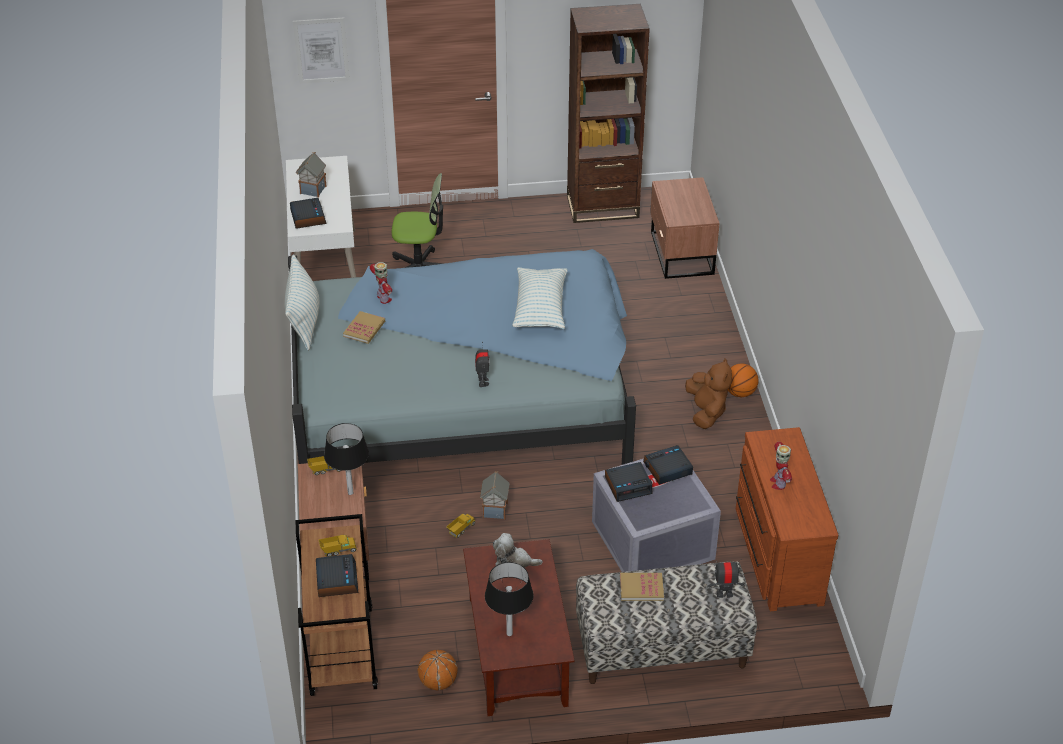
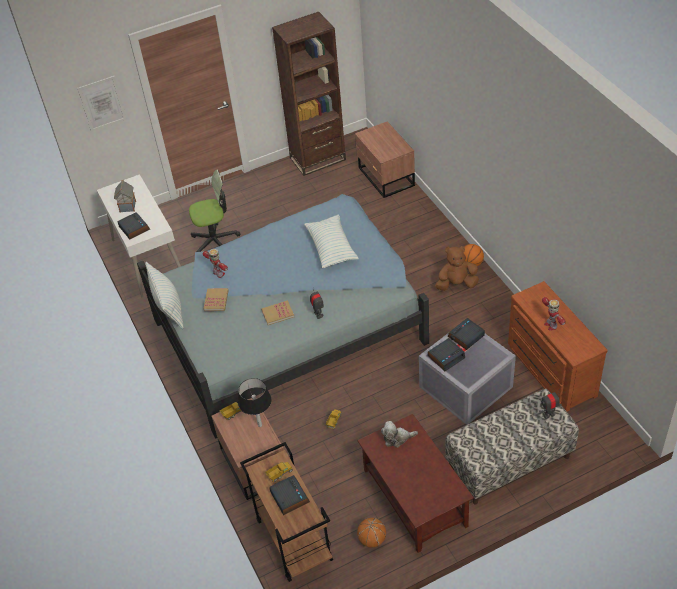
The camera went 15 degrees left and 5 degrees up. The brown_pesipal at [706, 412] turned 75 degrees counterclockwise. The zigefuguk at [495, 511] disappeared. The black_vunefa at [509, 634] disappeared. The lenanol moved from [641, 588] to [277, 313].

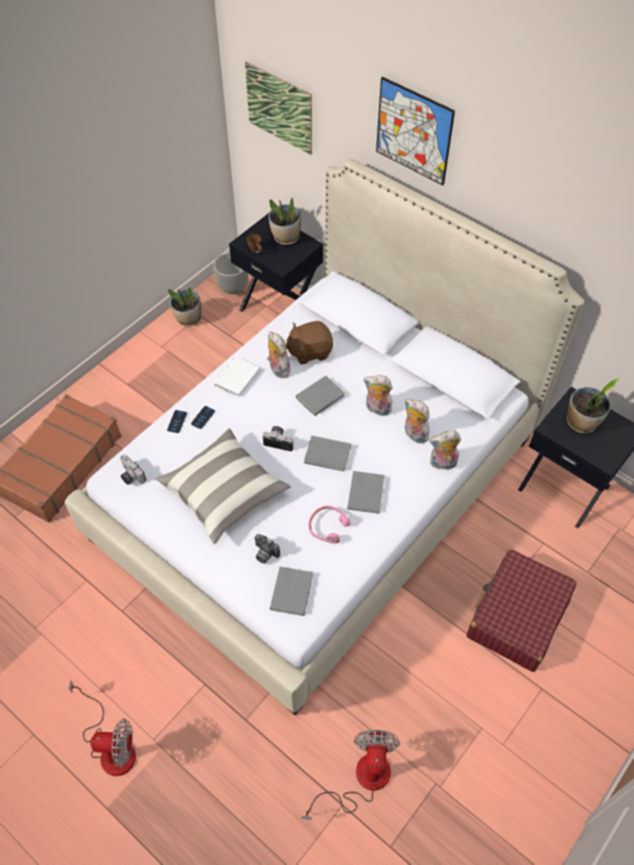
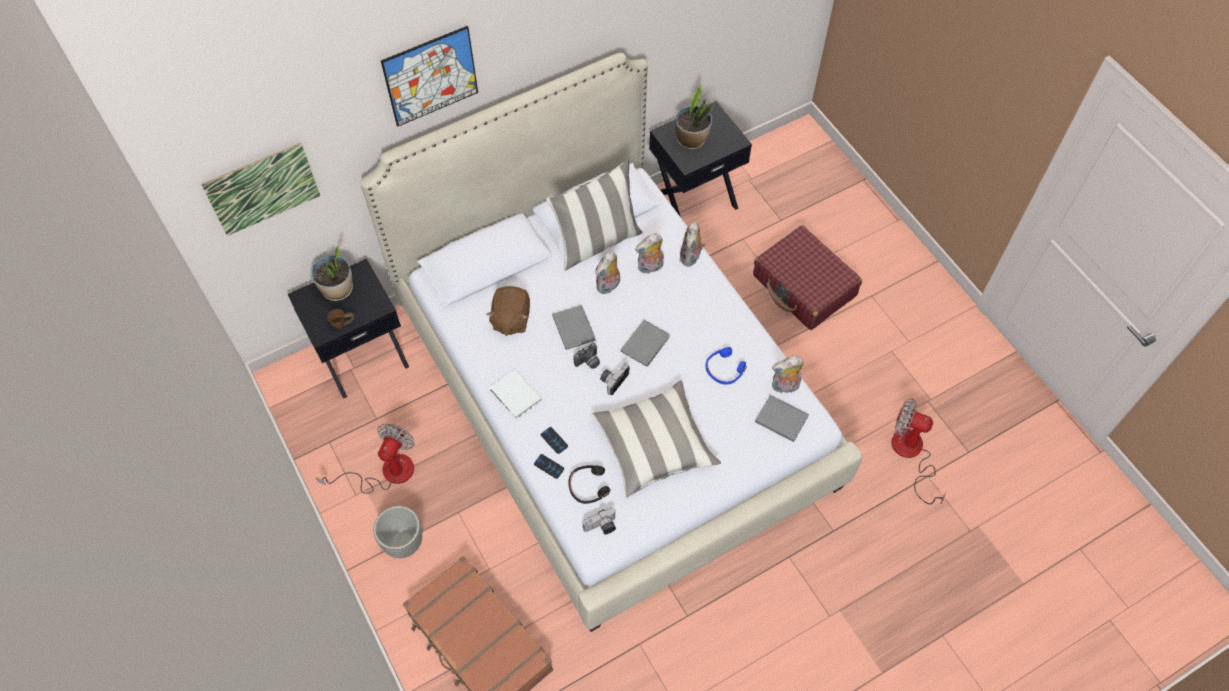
The camera went 70 degrees left and 5 degrees up. The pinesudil moved from [233, 287] to [403, 542]. The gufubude at [188, 319] disappeared. The pesipal moved from [277, 369] to [784, 387]. The grey_lenanol at [366, 492] disappeared. The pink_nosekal at [328, 527] became the blue_nosekal at [724, 369]. The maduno moved from [264, 554] to [588, 362]. The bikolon moved from [111, 746] to [386, 472]. The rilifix at [596, 241] appeared. The black_nosekal at [588, 486] appeared.

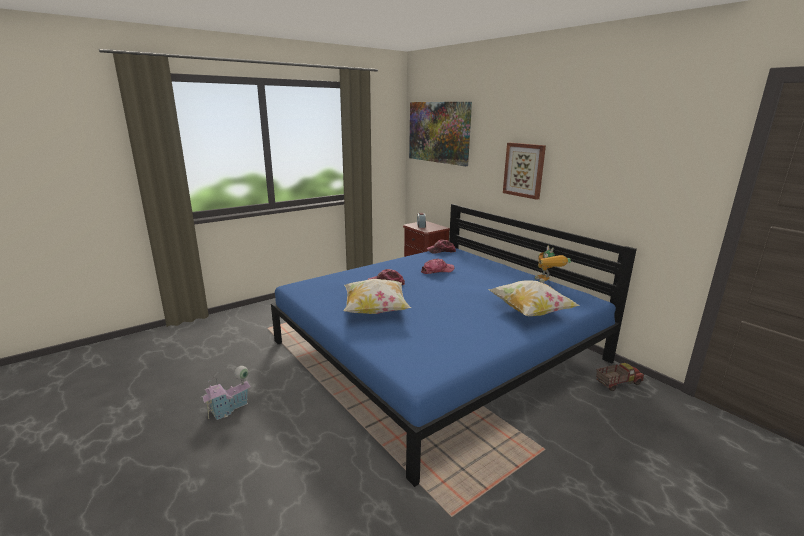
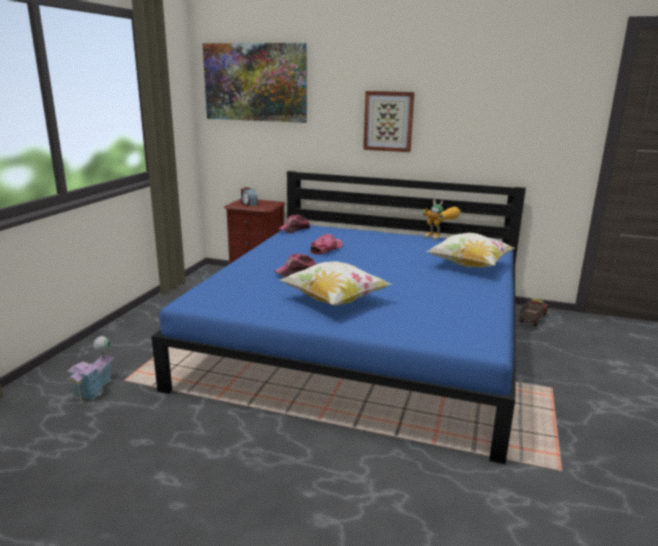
The camera went 35 degrees left and 0 degrees up. The zigefuguk moved from [229, 409] to [95, 388].

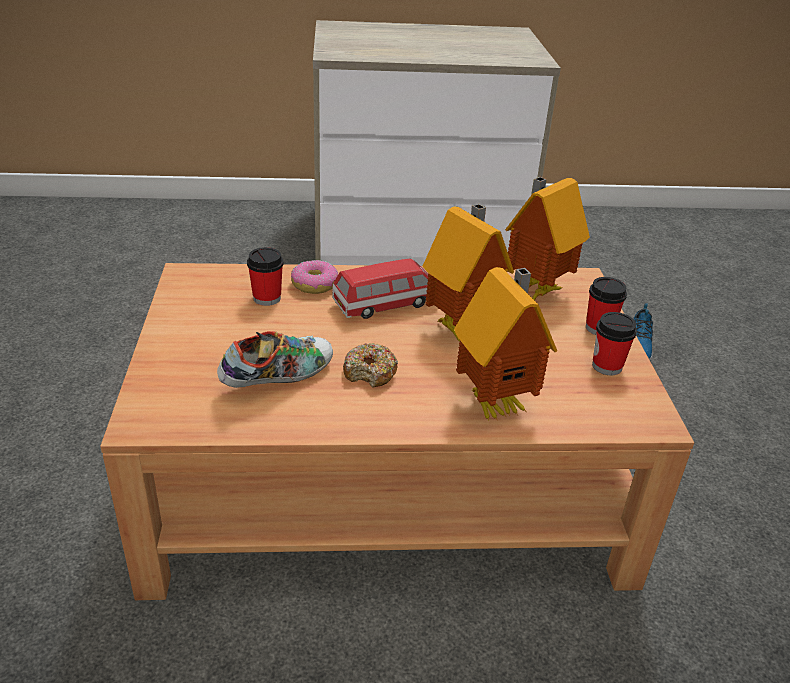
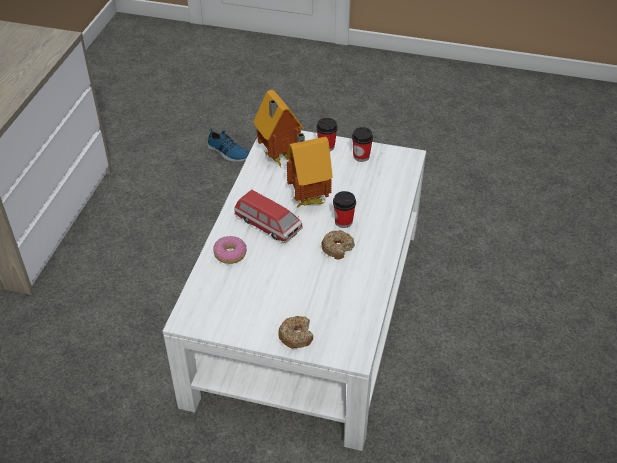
The camera went 70 degrees left and 10 degrees up. The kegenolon moved from [267, 298] to [343, 221]. The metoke at [387, 304] turned 135 degrees clockwise. The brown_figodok at [389, 483] became the white_figodok at [308, 309]. The zigefuguk at [497, 404] disappeared. The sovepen at [278, 378] disappeared. The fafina at [296, 336] appeared.

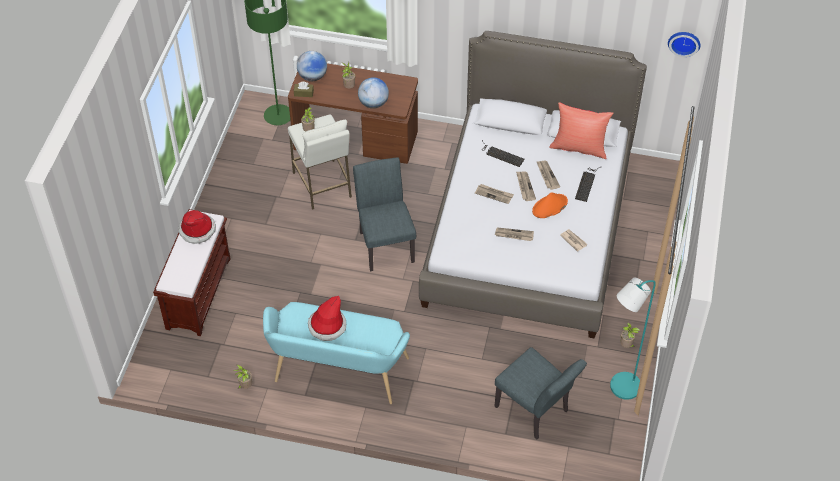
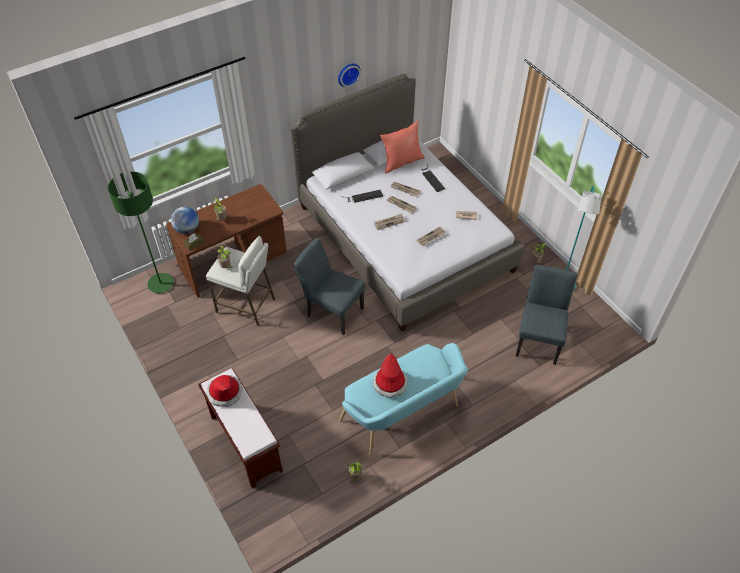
The camera went 45 degrees left and 0 degrees up. The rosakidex moved from [684, 42] to [348, 74]. The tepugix at [373, 103] disappeared. The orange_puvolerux at [549, 206] disappeared. The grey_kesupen at [535, 412] turned 75 degrees counterclockwise.

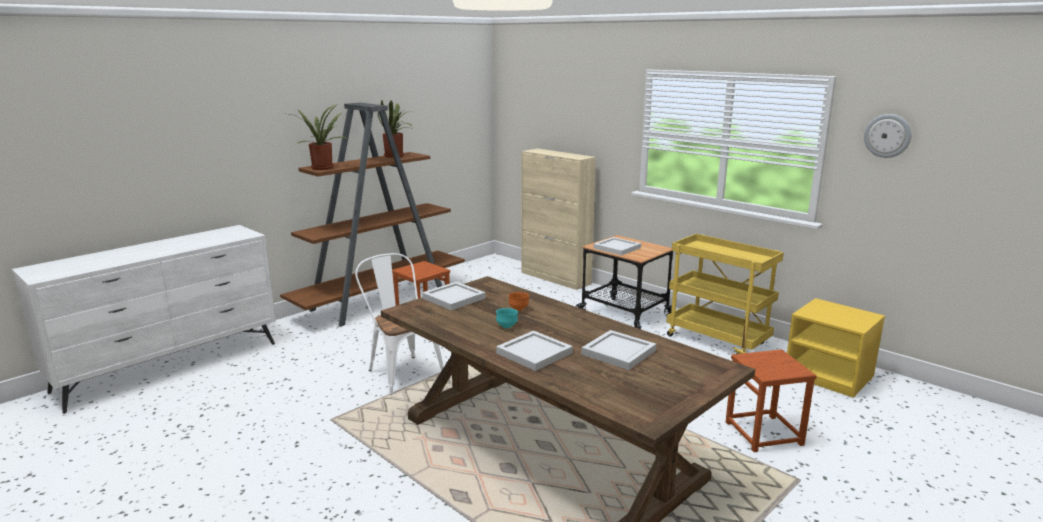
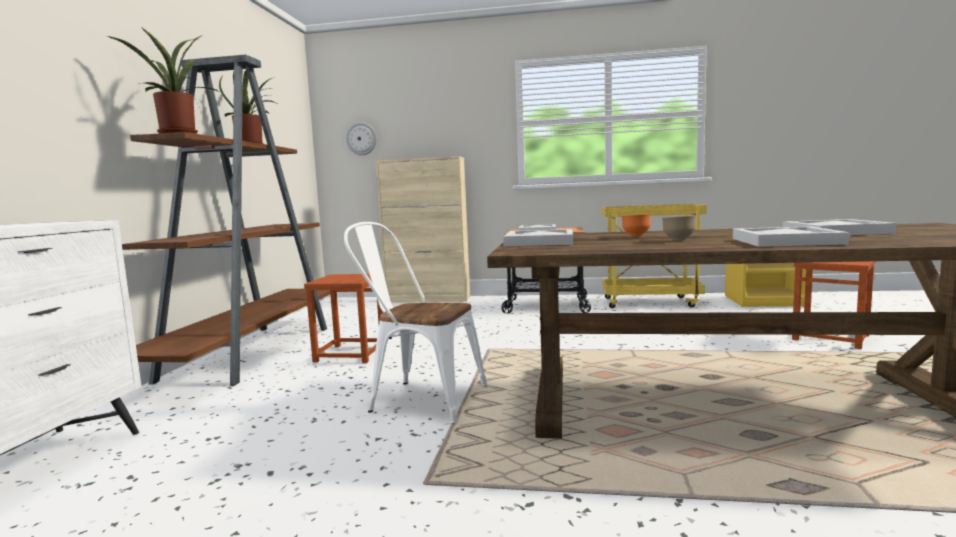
The camera went 35 degrees left and 10 degrees down. The rosakidex moved from [887, 135] to [361, 139]. The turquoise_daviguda at [507, 326] became the brown_daviguda at [678, 240].

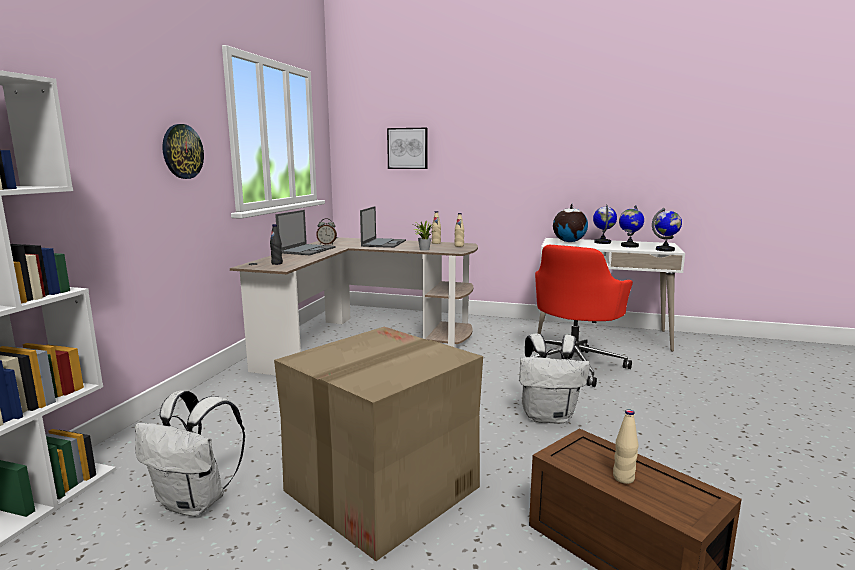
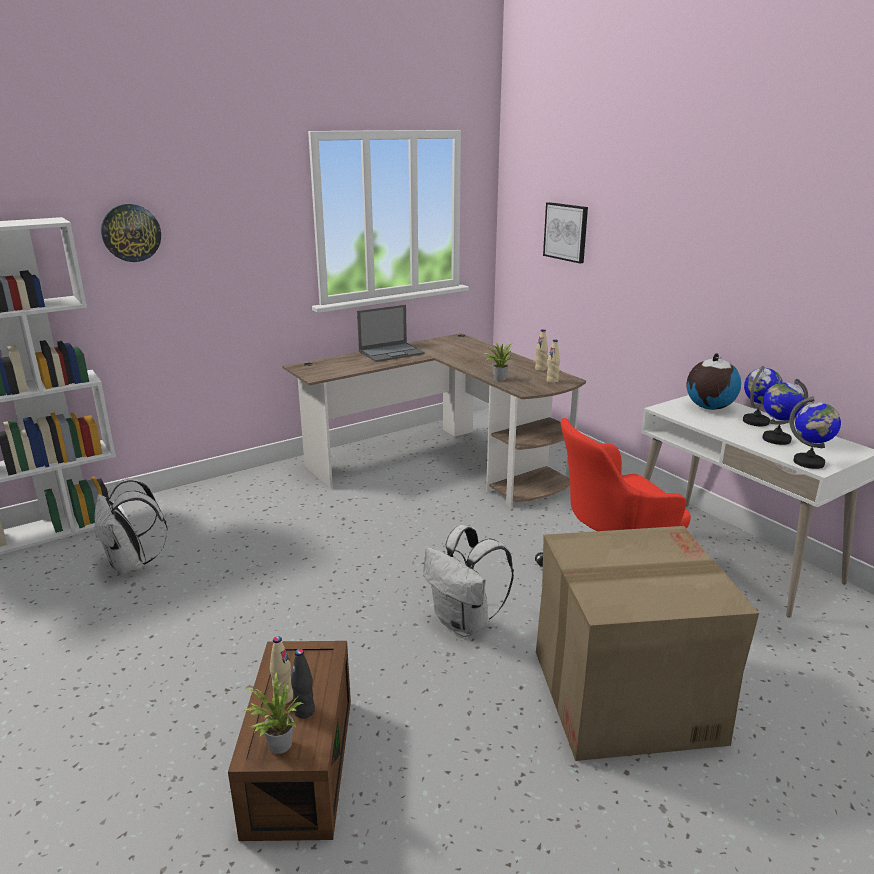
The camera went 40 degrees right and 10 degrees up. The rosakidex moved from [182, 151] to [131, 233]. The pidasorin at [384, 243] disappeared. The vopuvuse at [327, 244] disappeared. The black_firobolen moved from [277, 263] to [304, 711]. The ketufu moved from [381, 489] to [623, 695]. The gufubude at [277, 745] appeared.

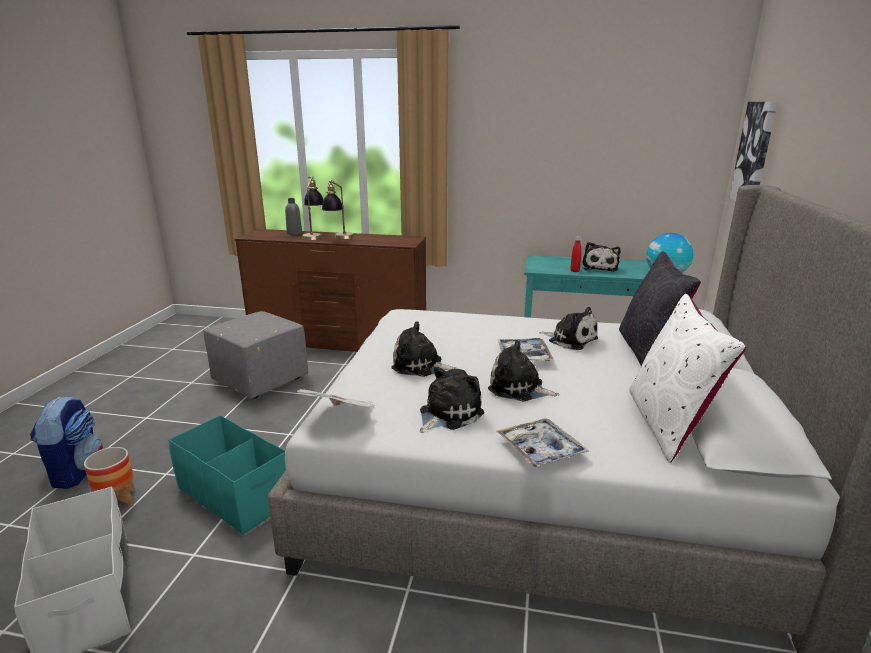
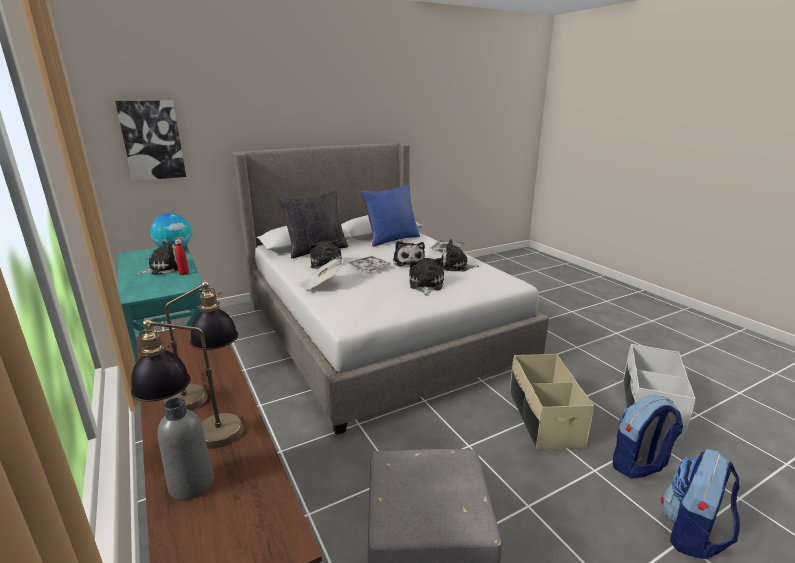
The camera went 130 degrees left and 0 degrees up. The white_rilifix at [668, 424] became the blue_rilifix at [391, 239]. The pesipal at [420, 366] turned 150 degrees counterclockwise. The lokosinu moved from [340, 416] to [321, 285]. The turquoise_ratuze at [235, 494] became the beige_ratuze at [544, 418]. The pinesudil at [117, 501] was replaced by the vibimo at [639, 465].

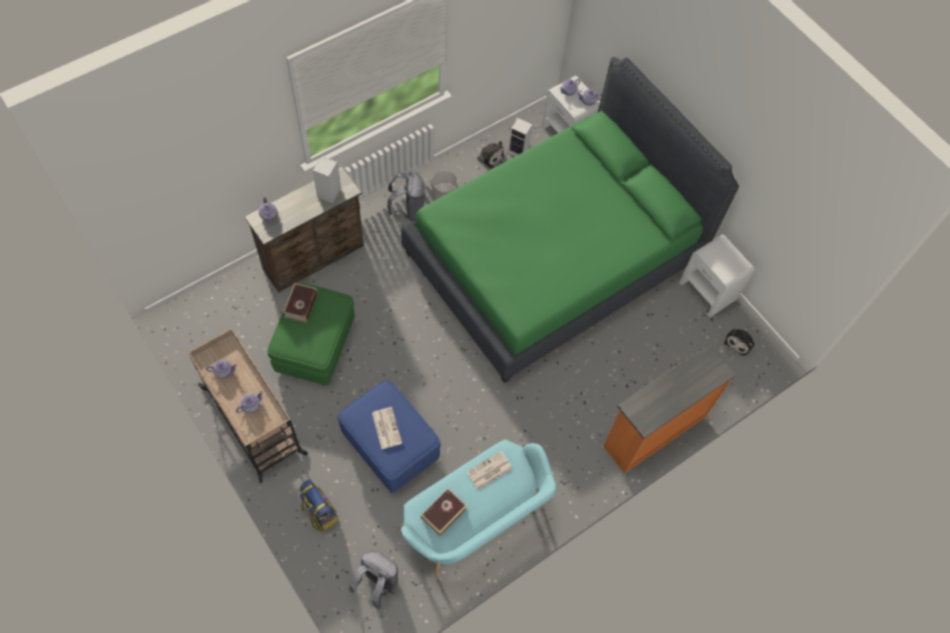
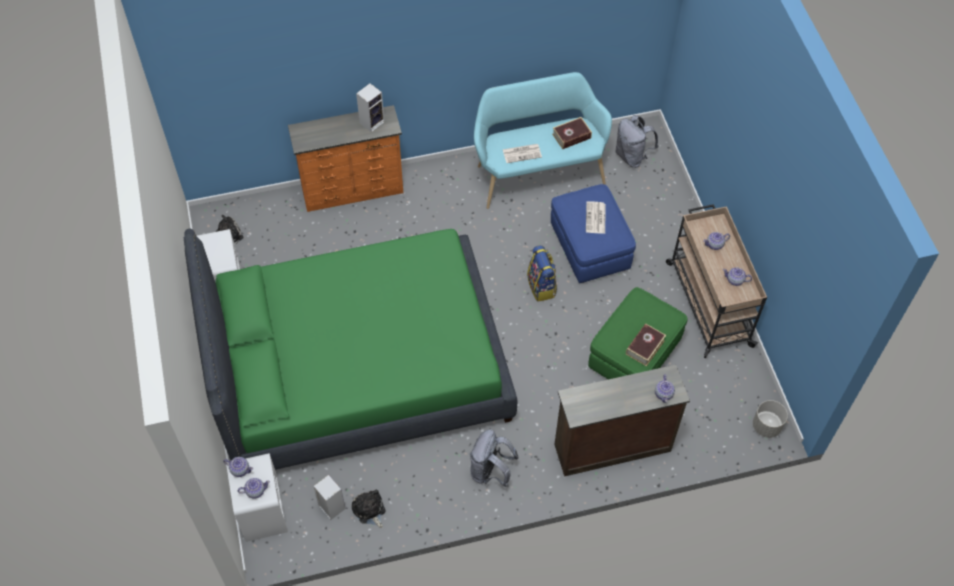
The camera went 155 degrees left and 5 degrees down. The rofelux moved from [329, 194] to [372, 122]. The grey_pinesudil moved from [444, 194] to [766, 426]. The vibimo moved from [319, 512] to [542, 286].

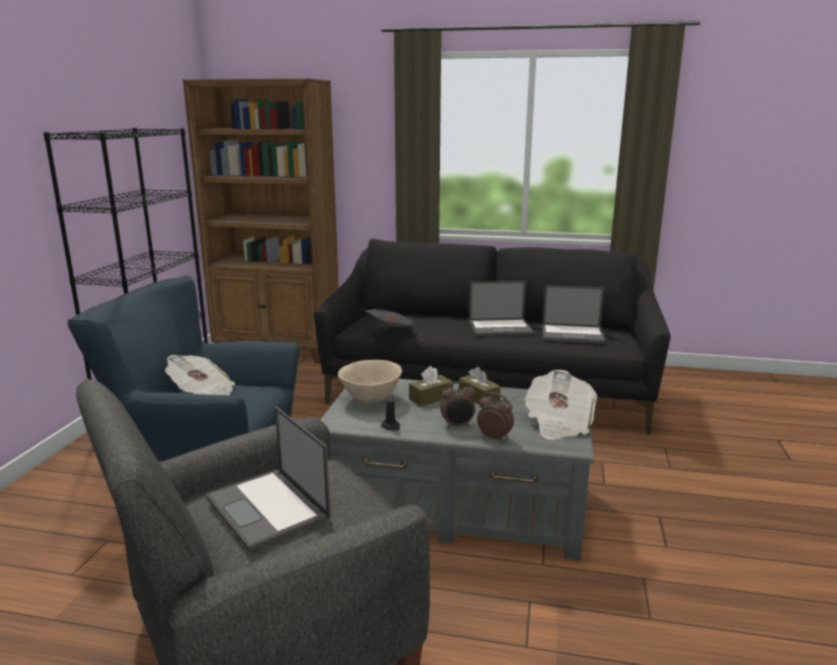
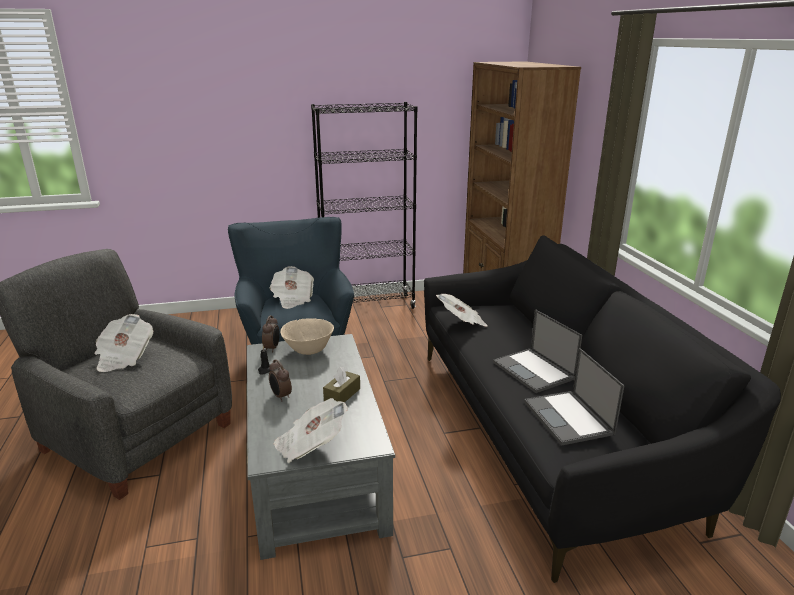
The camera went 65 degrees right and 5 degrees up. The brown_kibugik at [431, 398] disappeared. The vopuvuse moved from [494, 437] to [272, 348]. The pidasorin at [268, 508] was replaced by the lokosinu at [124, 357].

